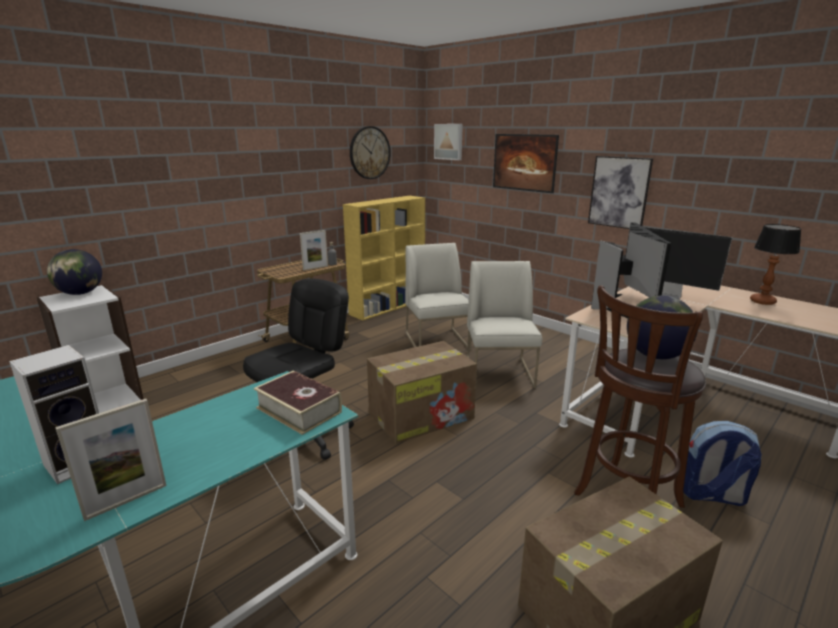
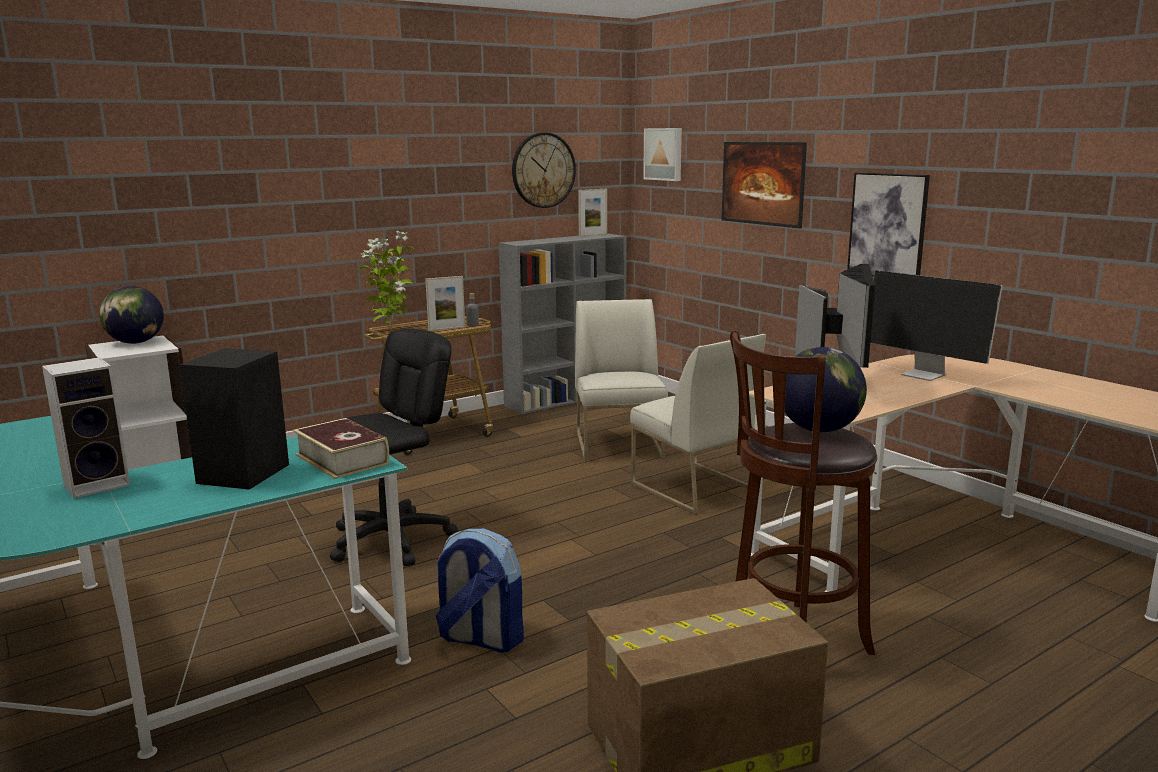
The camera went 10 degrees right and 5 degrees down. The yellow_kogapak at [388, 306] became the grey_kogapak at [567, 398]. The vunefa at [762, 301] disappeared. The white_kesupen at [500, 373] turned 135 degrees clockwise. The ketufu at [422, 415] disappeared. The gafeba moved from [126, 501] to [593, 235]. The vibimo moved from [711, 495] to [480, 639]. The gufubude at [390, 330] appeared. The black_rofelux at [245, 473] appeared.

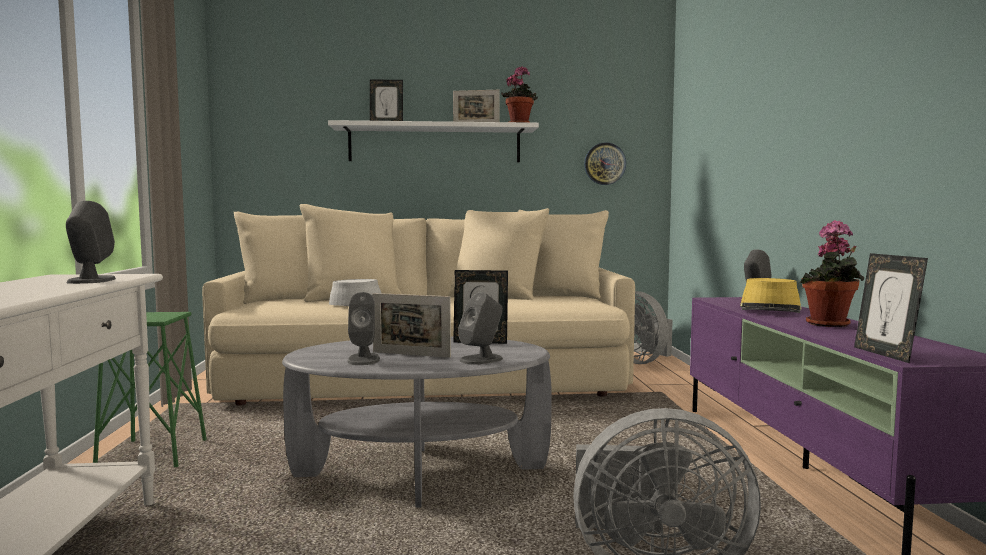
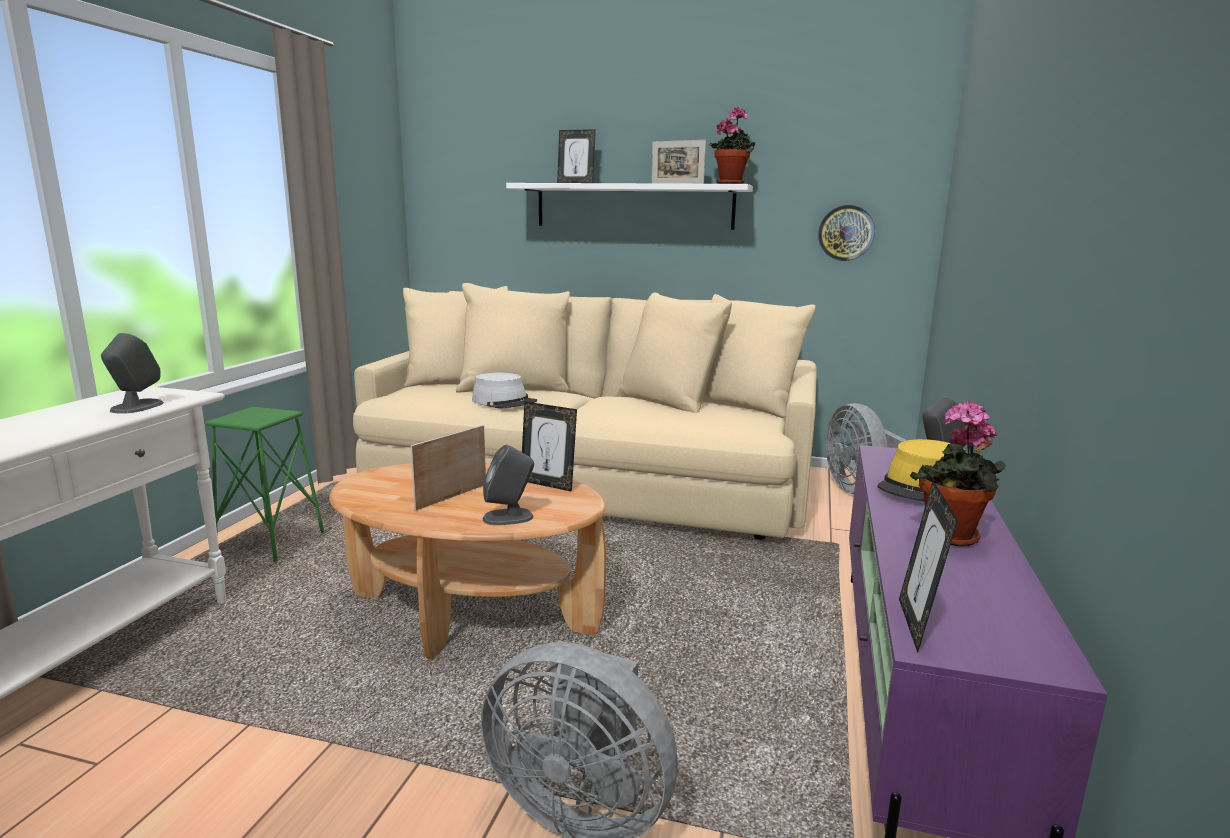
The camera went 20 degrees right and 10 degrees up. The grey_rofelux at [363, 359] disappeared. The gafeba at [411, 354] turned 90 degrees clockwise. The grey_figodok at [420, 474] became the brown_figodok at [471, 614].

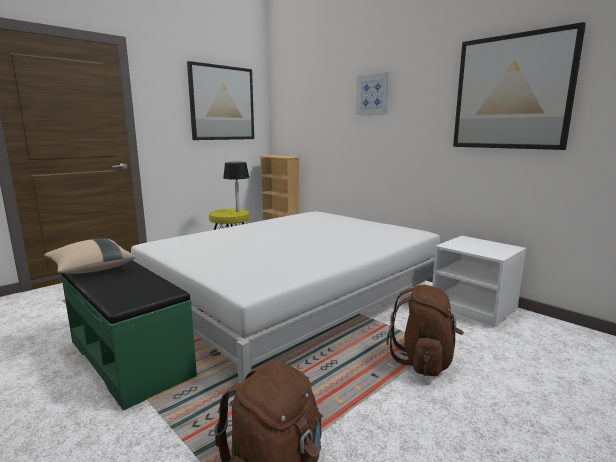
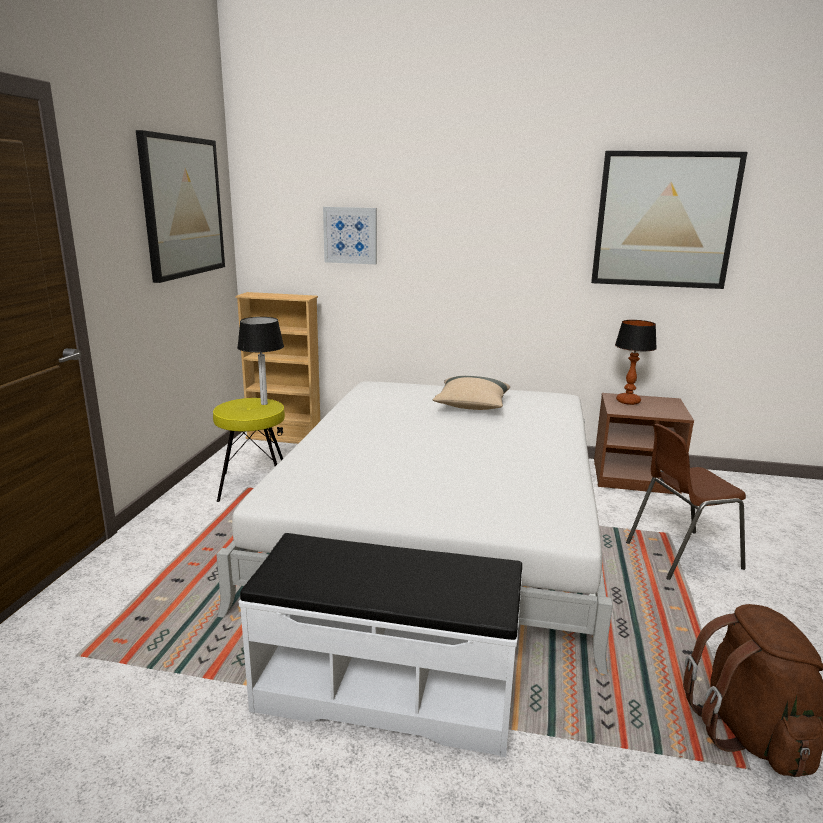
The camera went 35 degrees left and 5 degrees up. The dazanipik moved from [373, 94] to [350, 235]. The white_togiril at [474, 307] became the brown_togiril at [635, 477]. The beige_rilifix moved from [91, 269] to [471, 406]. The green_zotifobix at [131, 357] became the white_zotifobix at [386, 690]. The brown_vibimo at [424, 361] was replaced by the brown_kesupen at [681, 555]. The vunefa at [627, 401] appeared.

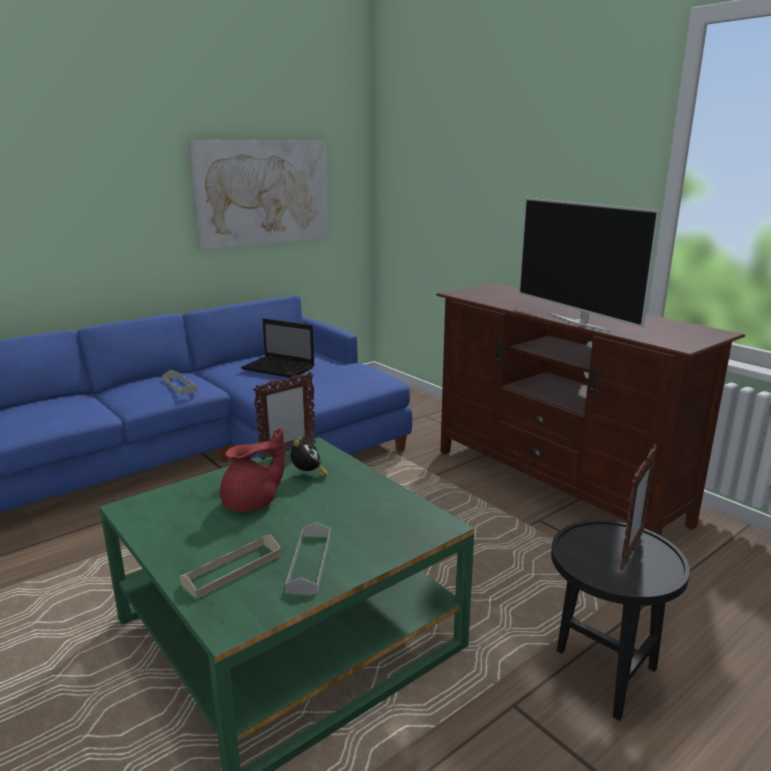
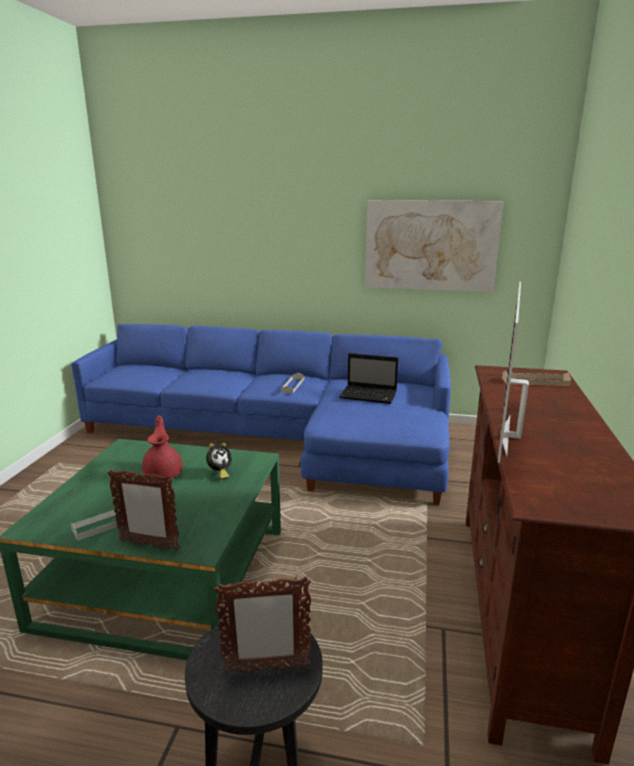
The camera went 50 degrees right and 0 degrees up. The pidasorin at [280, 368] turned 60 degrees counterclockwise. The gafeba moved from [287, 452] to [149, 545]. The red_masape at [252, 503] turned 120 degrees counterclockwise. The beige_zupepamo moved from [232, 569] to [535, 381].

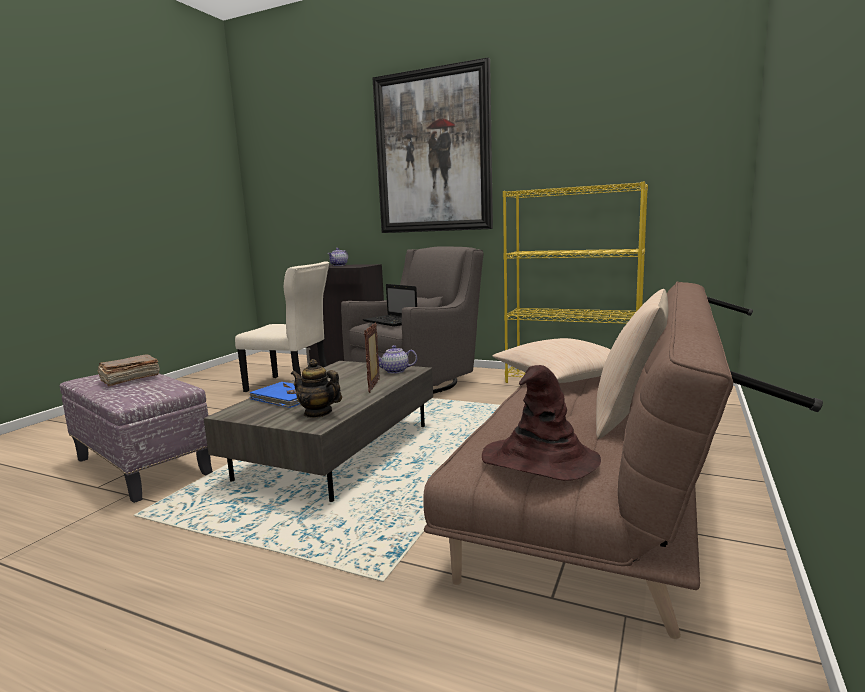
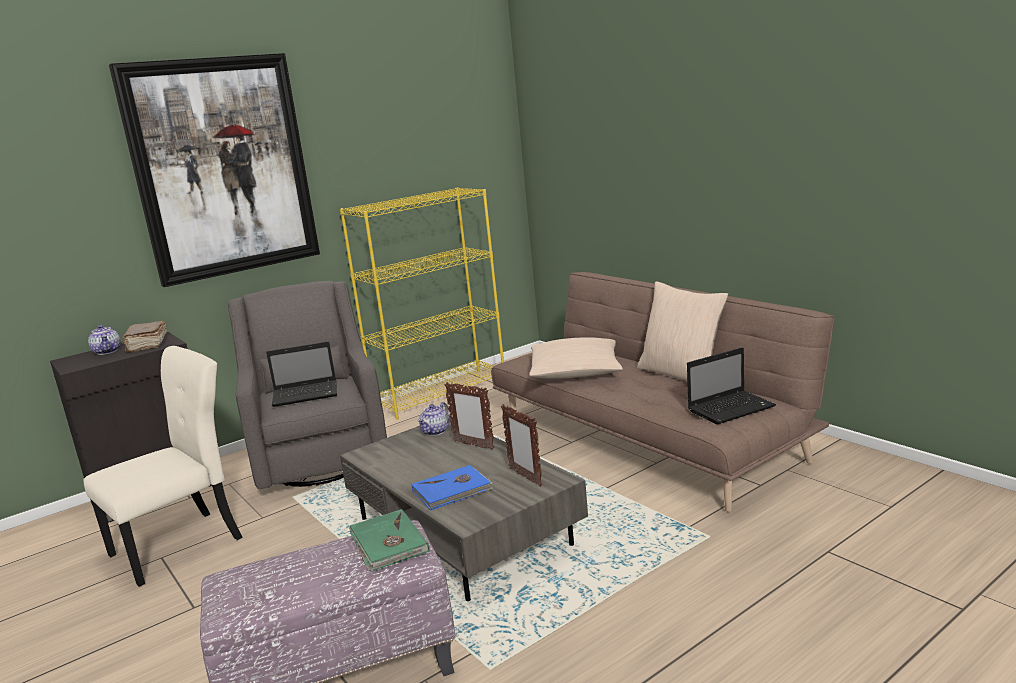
The camera went 60 degrees left and 5 degrees up. The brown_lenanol moved from [129, 379] to [147, 344]. The masape at [318, 413] was replaced by the gafeba at [525, 477]. The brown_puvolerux at [539, 461] was replaced by the pidasorin at [732, 408]. The green_lenanol at [387, 543] appeared.

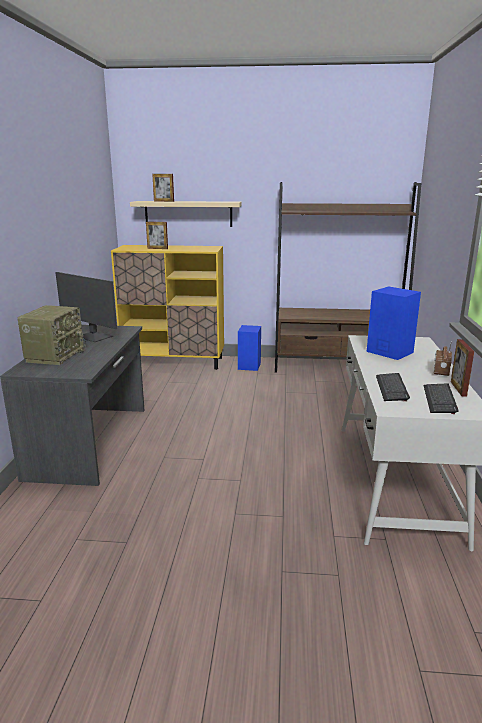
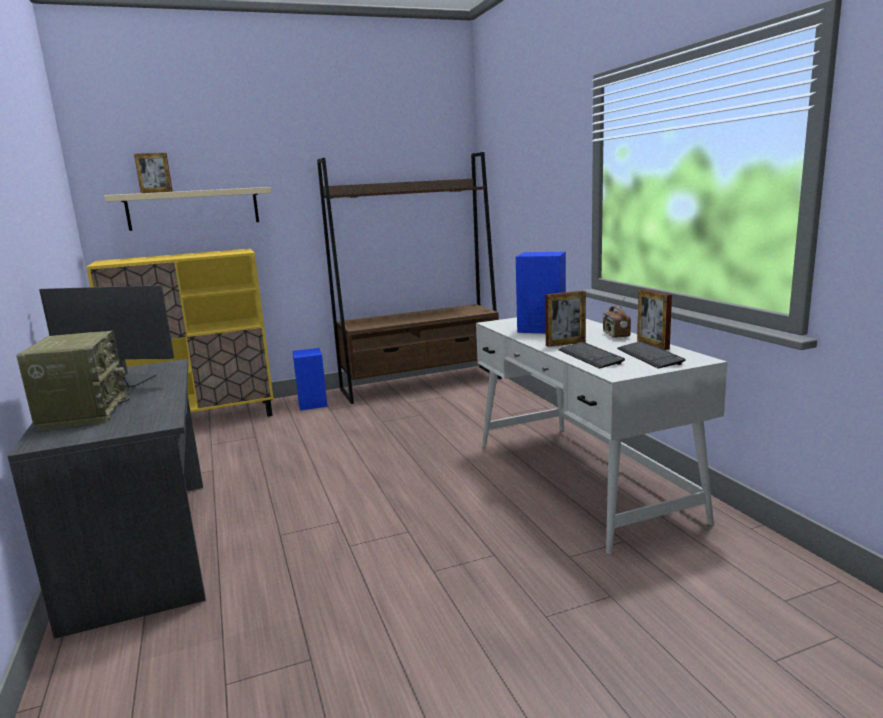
The camera went 25 degrees left and 5 degrees down. The gafeba moved from [157, 248] to [565, 343].

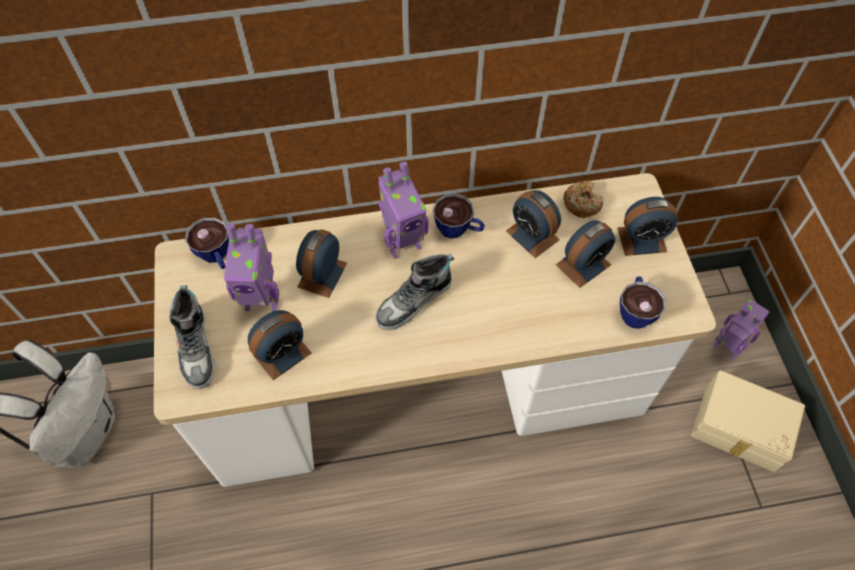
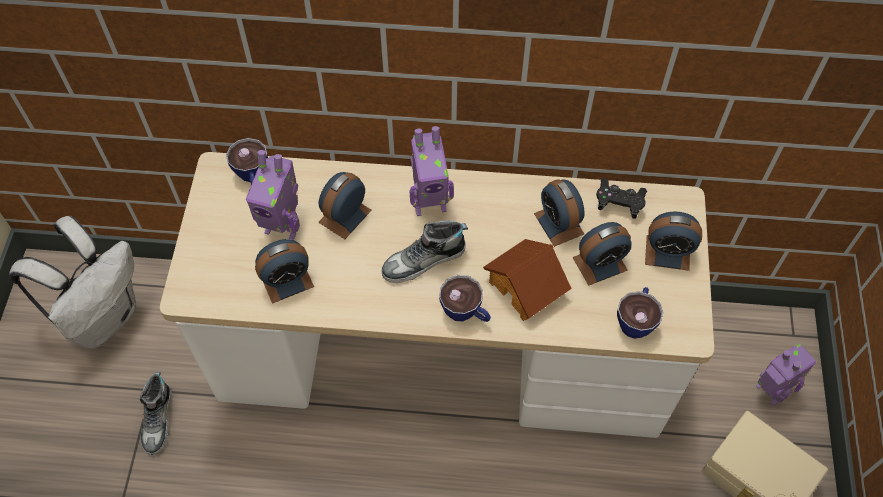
The camera went 15 degrees right and 0 degrees up. The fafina at [582, 203] was replaced by the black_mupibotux at [619, 203]. The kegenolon moved from [458, 230] to [466, 313]. The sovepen moved from [197, 347] to [158, 419]. The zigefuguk at [527, 286] appeared.

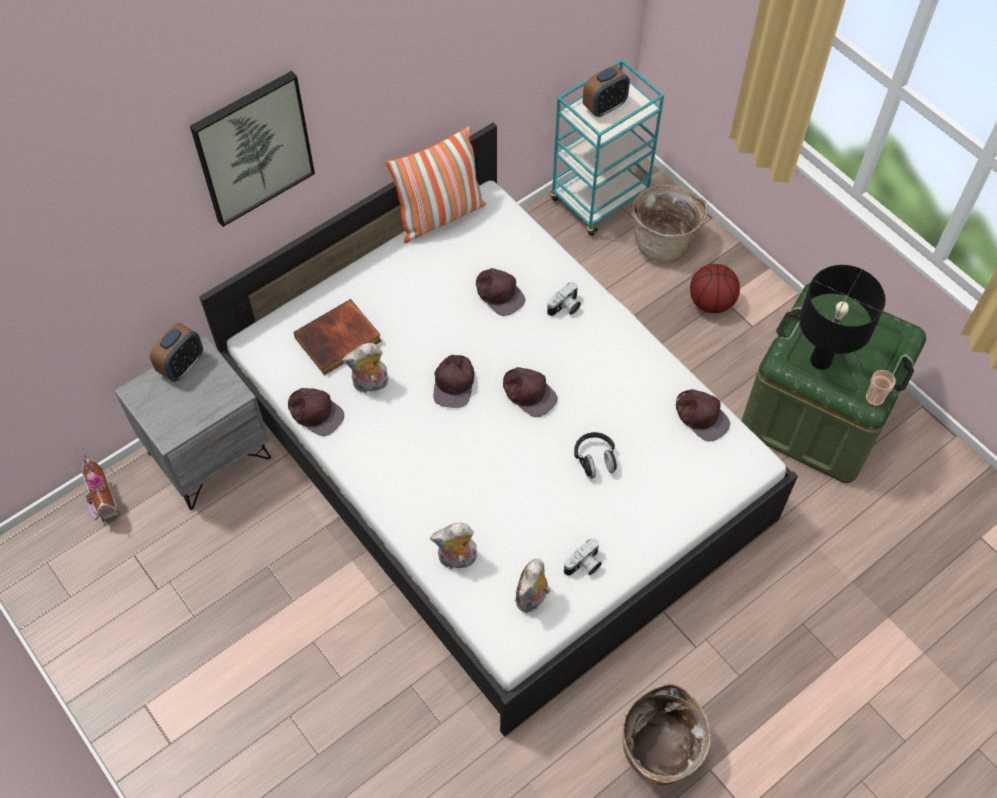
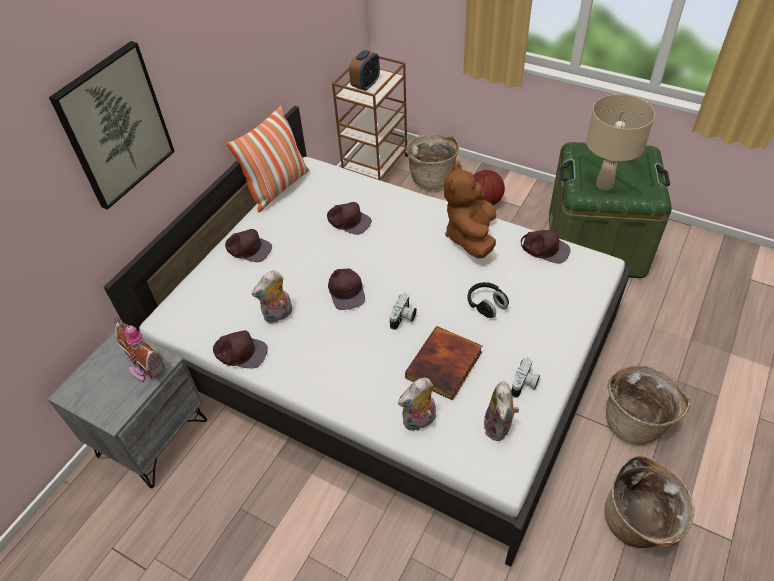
The camera went 20 degrees left and 10 degrees down. The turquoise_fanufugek at [600, 199] became the brown_fanufugek at [376, 167]. The black_vunefa at [821, 360] became the beige_vunefa at [604, 185]. The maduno moved from [565, 308] to [403, 318]. The lenanol moved from [338, 341] to [445, 366]. The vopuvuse at [182, 366] disappeared. The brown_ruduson moved from [529, 392] to [248, 248]. The kegenolon at [874, 398] disappeared. The zigefuguk moved from [102, 504] to [144, 367]. The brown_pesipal at [470, 236] appeared. The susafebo at [636, 421] appeared.

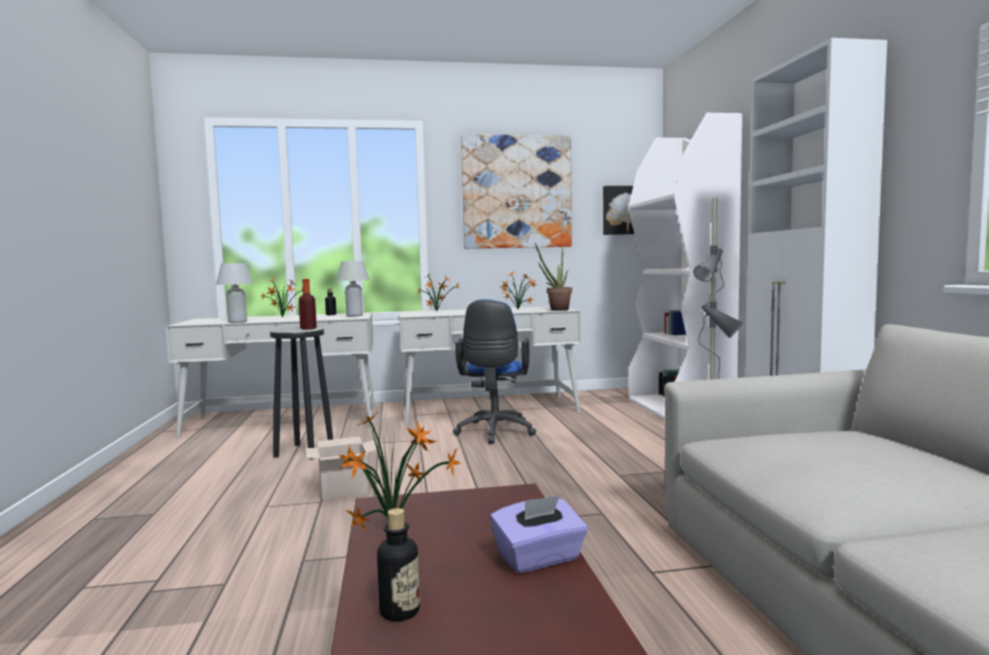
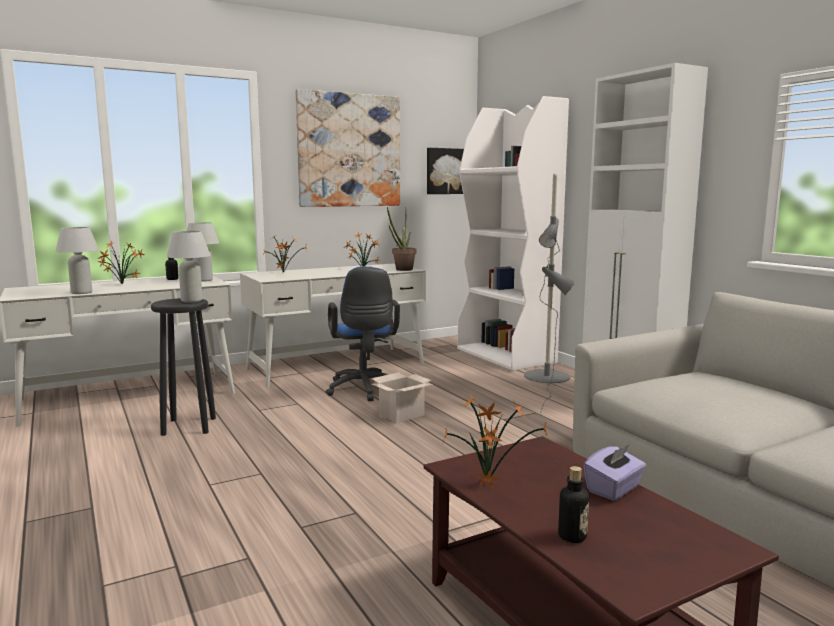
The camera went 20 degrees left and 5 degrees up. The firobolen at [308, 328] was replaced by the white_vunefa at [191, 301]. The ketufu moved from [344, 489] to [402, 414].

